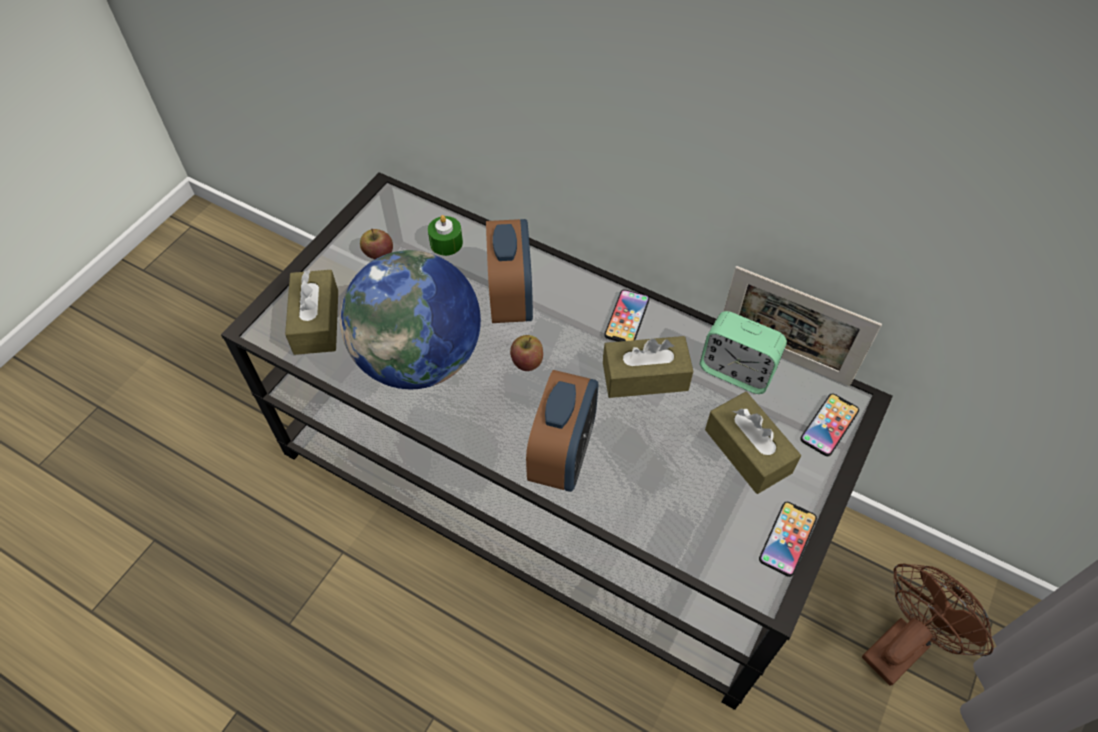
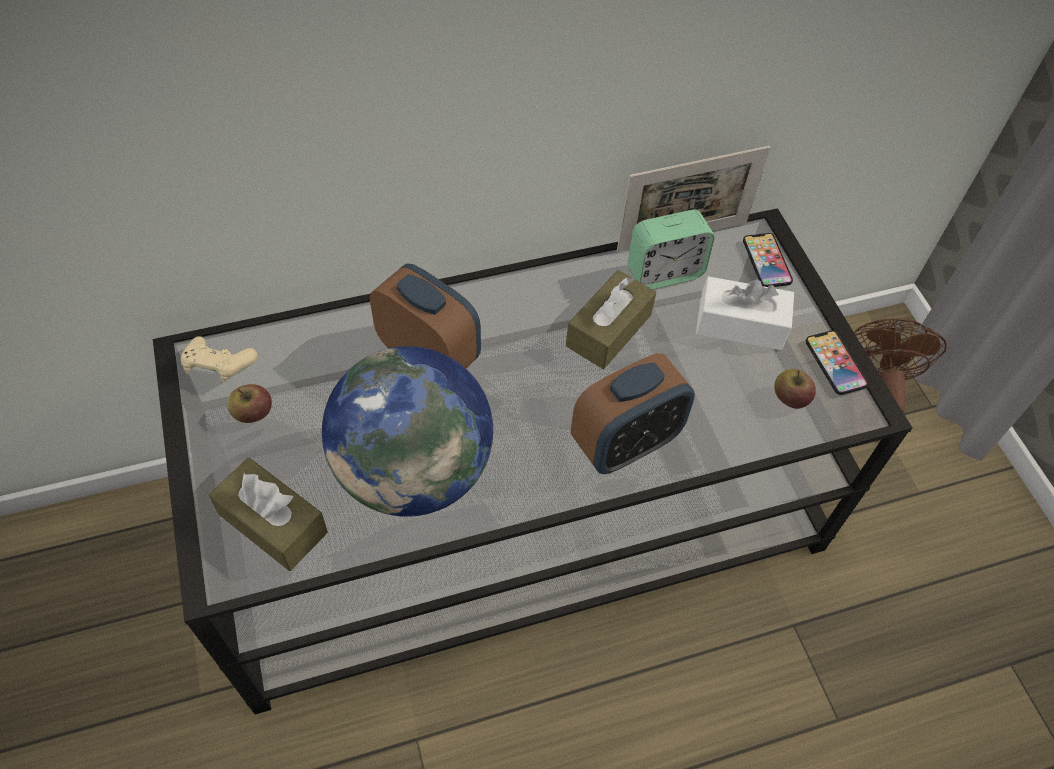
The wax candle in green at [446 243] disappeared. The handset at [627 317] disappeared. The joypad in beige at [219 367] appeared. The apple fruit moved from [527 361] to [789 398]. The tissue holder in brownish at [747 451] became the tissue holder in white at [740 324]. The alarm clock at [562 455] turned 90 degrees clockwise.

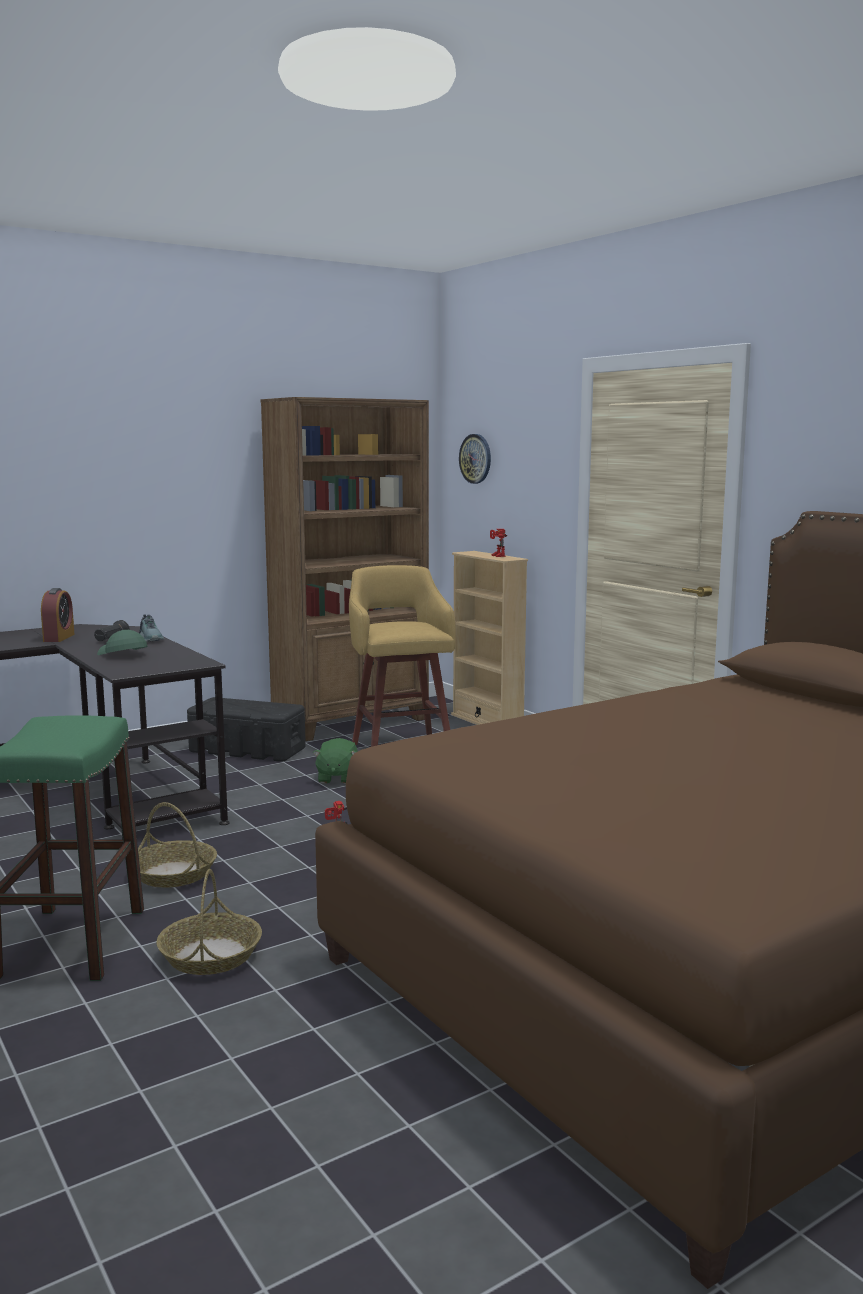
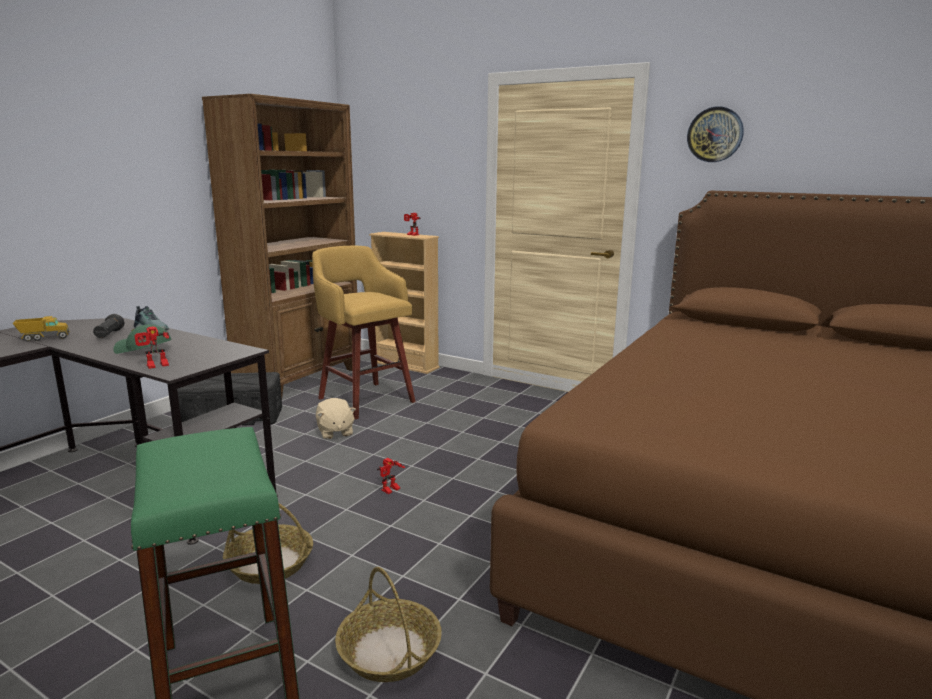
The model robot at [156 366] appeared. The hanging clock moved from [476 458] to [715 134]. The alarm clock at [59 638] was replaced by the model truck at [44 338]. The plush toy in green at [337 778] became the plush toy in beige at [335 432].

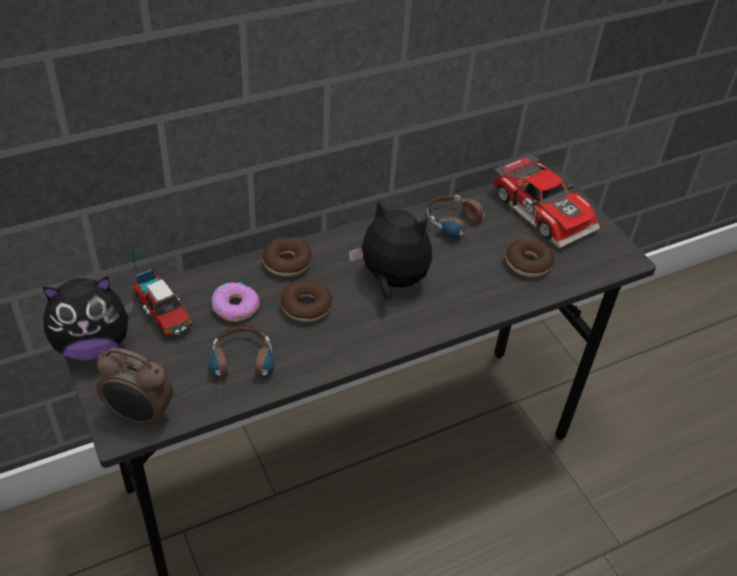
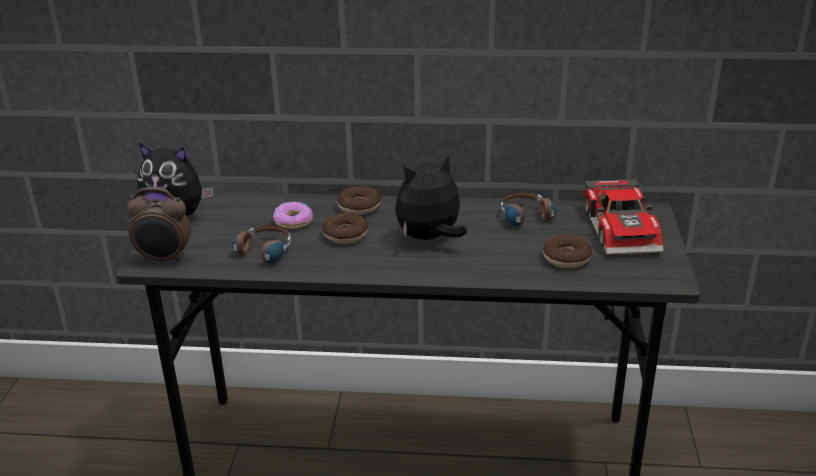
The model truck at [163 312] disappeared. The alarm clock at [139 416] turned 45 degrees counterclockwise. The plush toy at [391 281] turned 90 degrees counterclockwise.

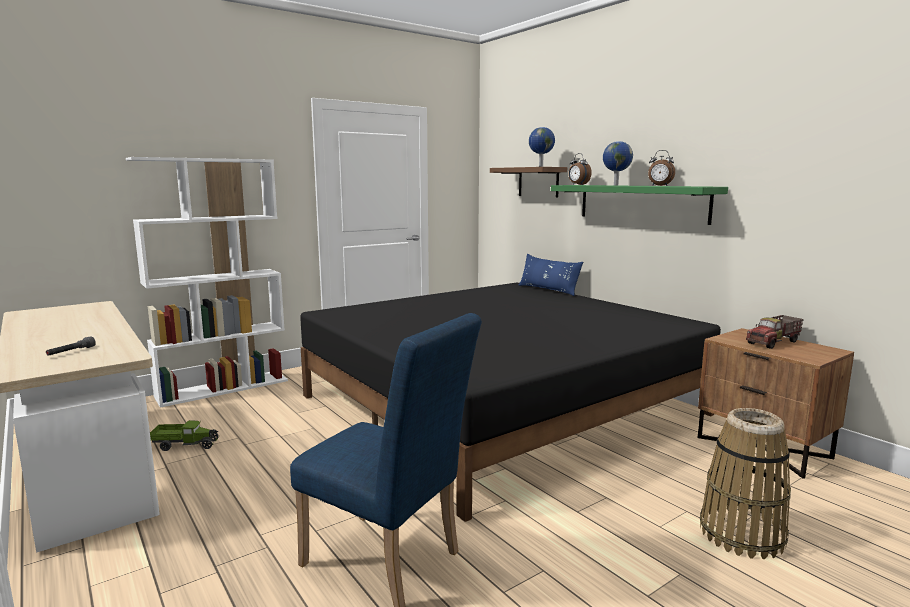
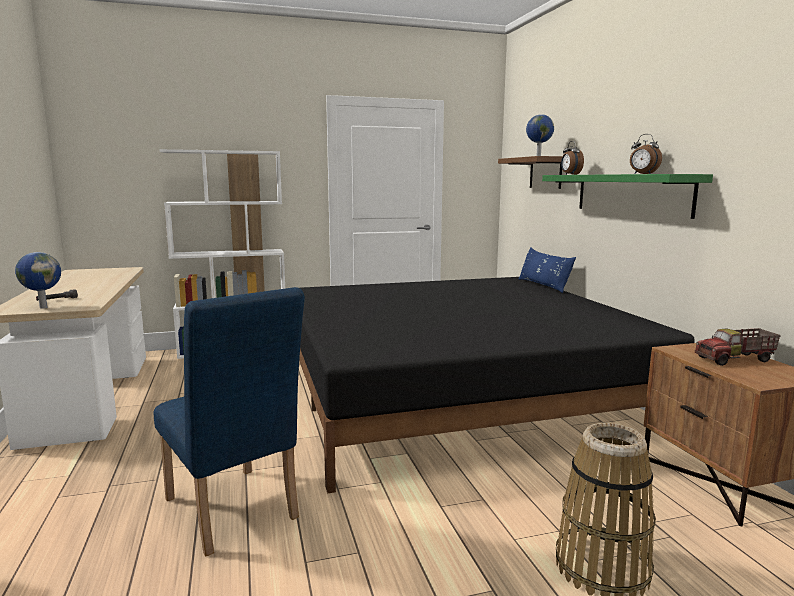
The model truck at [185 445] disappeared. The world globe moved from [615 185] to [43 307].

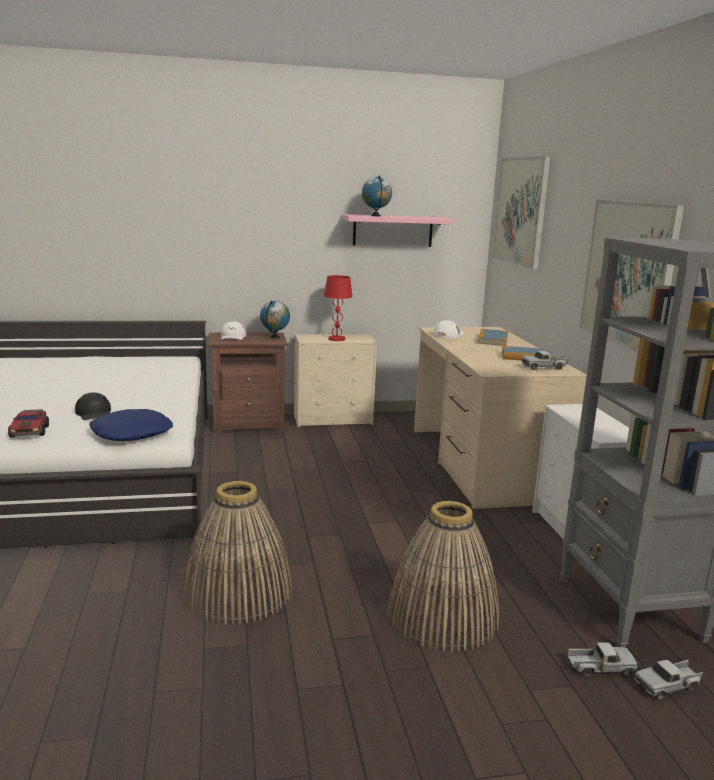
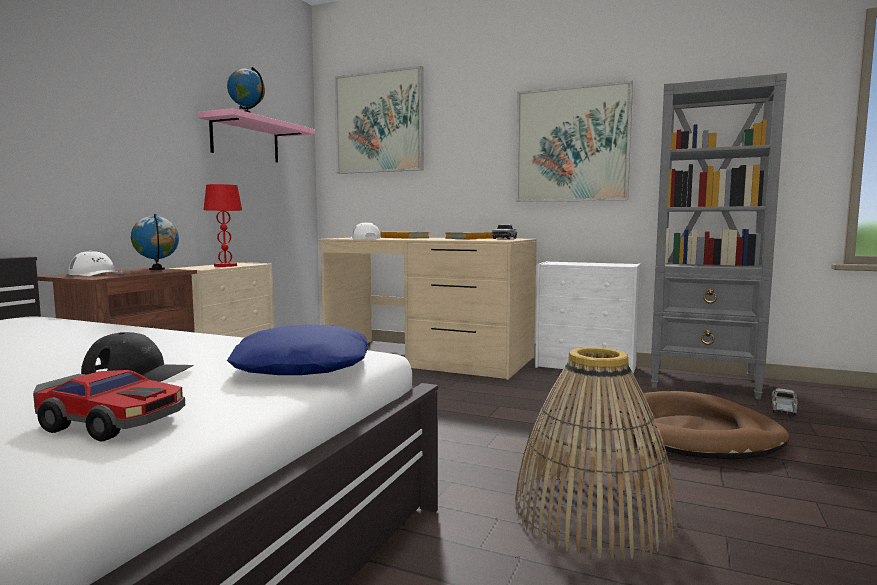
The model truck at [667 685] disappeared. The household basket at [442 616] was replaced by the pet bed in brownish at [693 433].

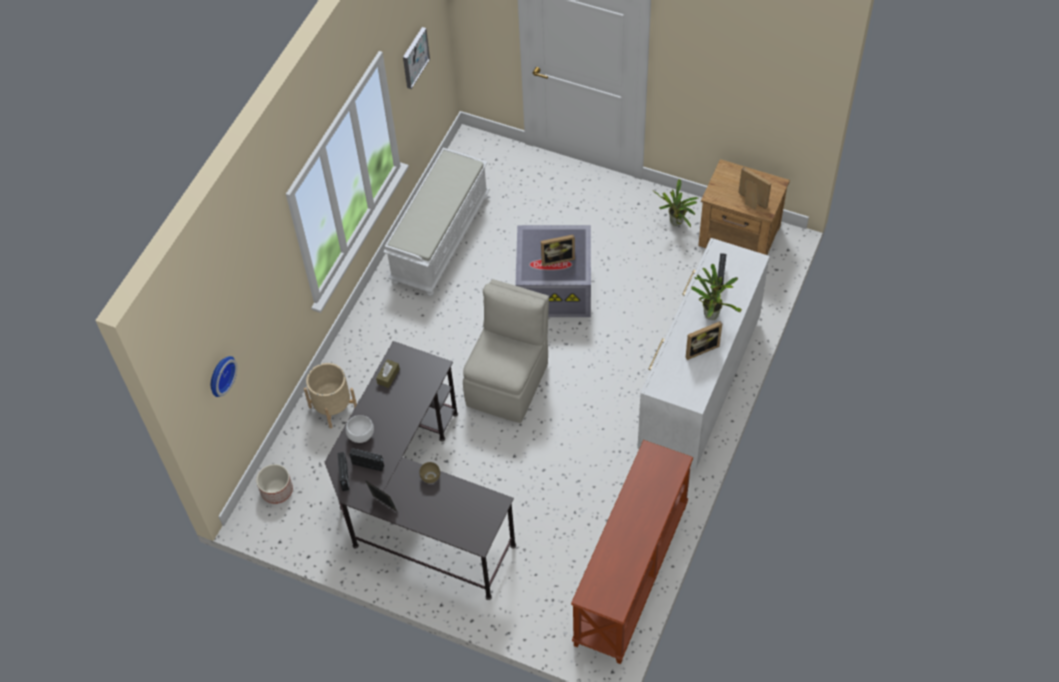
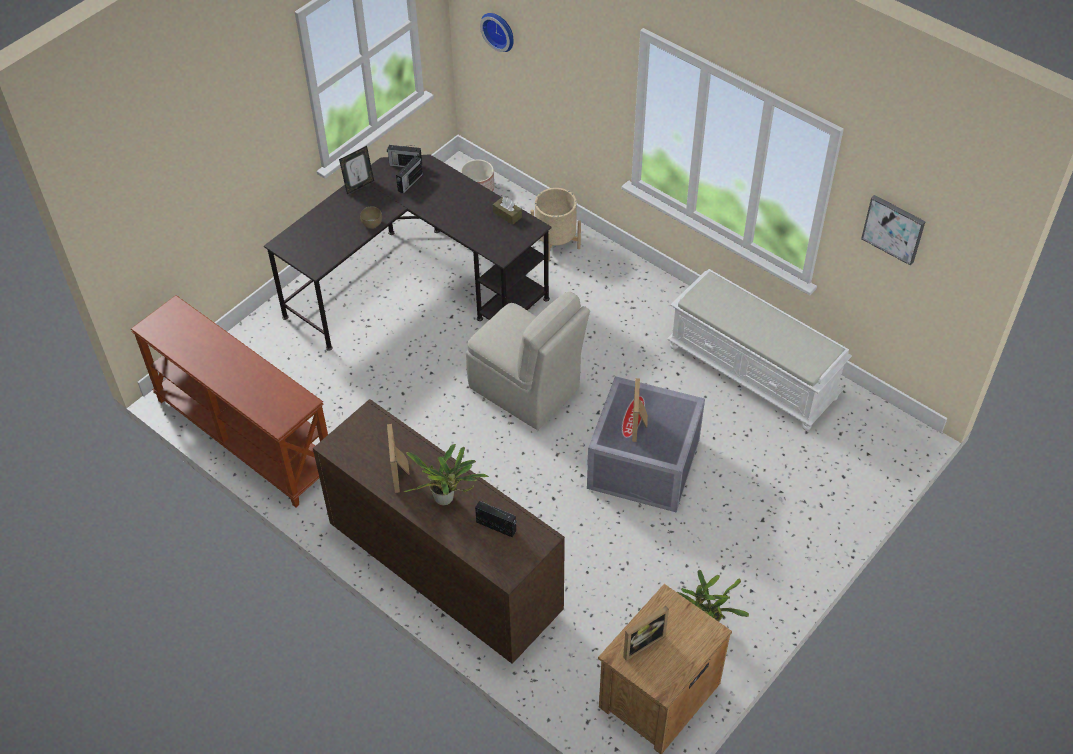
The serving bowl in white at [361 434] disappeared. The drawer chest in white at [698 386] became the drawer chest in brownish at [444 569].

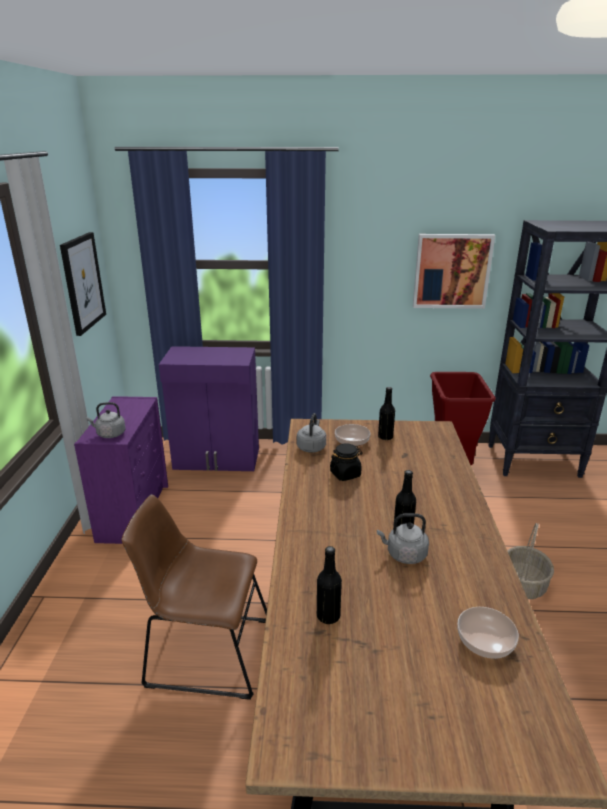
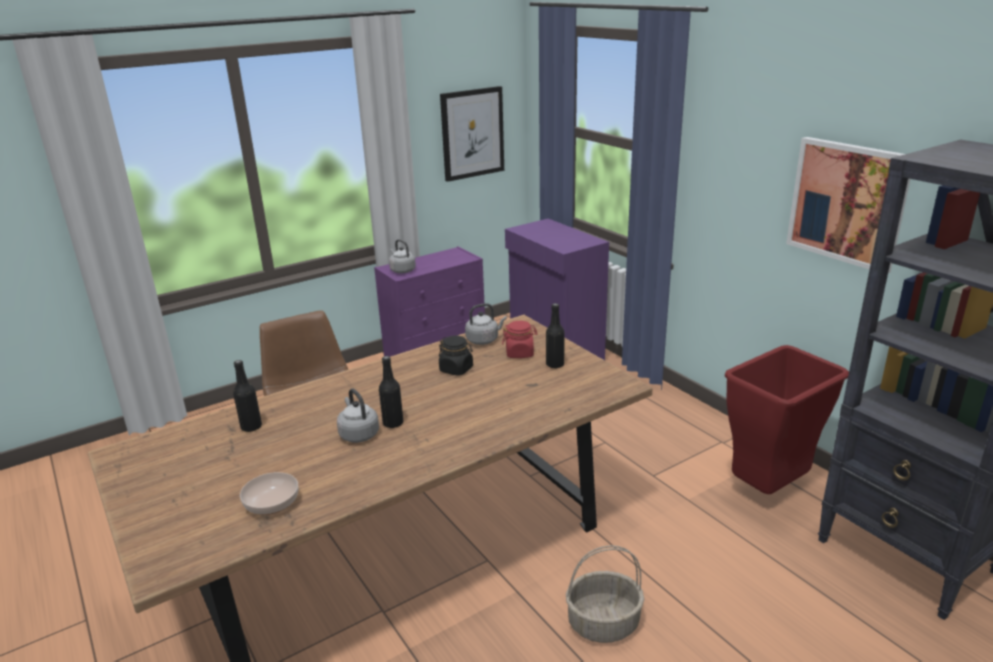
The serving bowl at [352 442] was replaced by the storage jar in red at [520 353].

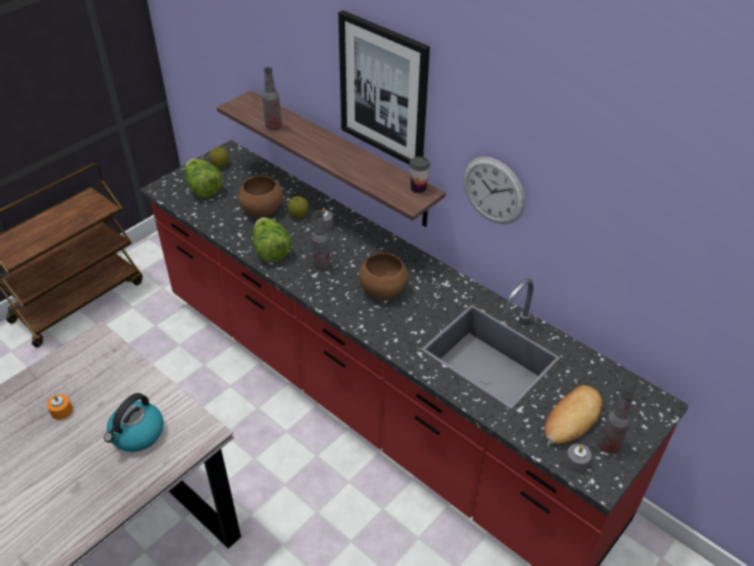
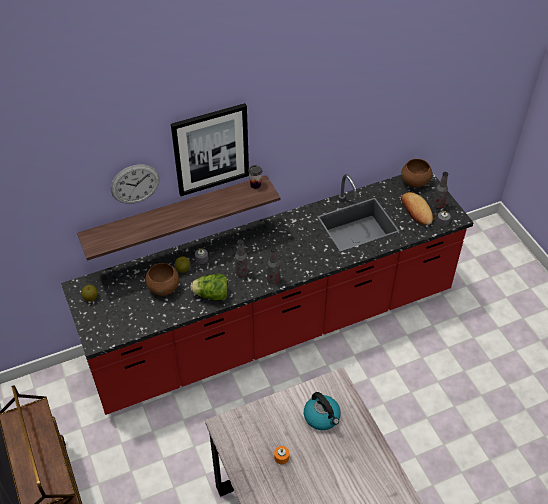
The lettuce at [203 189] disappeared. The drink bottle moved from [273 126] to [273 280]. The serving bowl in brownish moved from [382 290] to [415 182]. The hanging clock moved from [493 190] to [135 184].

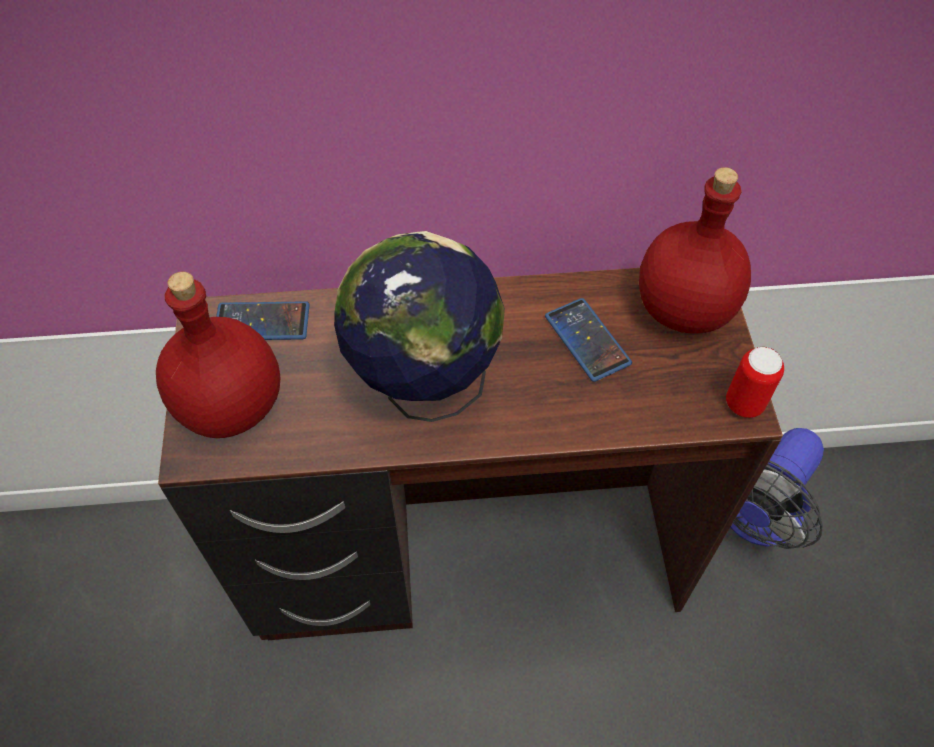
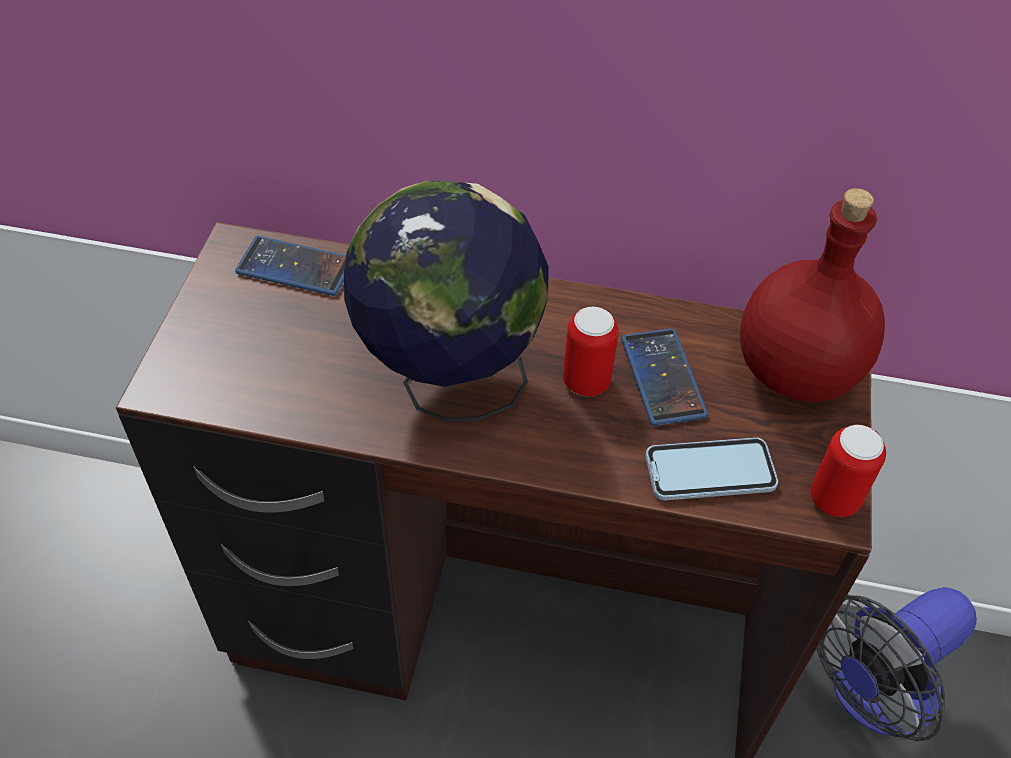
The drink bottle in red at [233 405] disappeared. The can at [586 382] appeared. The handset at [710 471] appeared.

